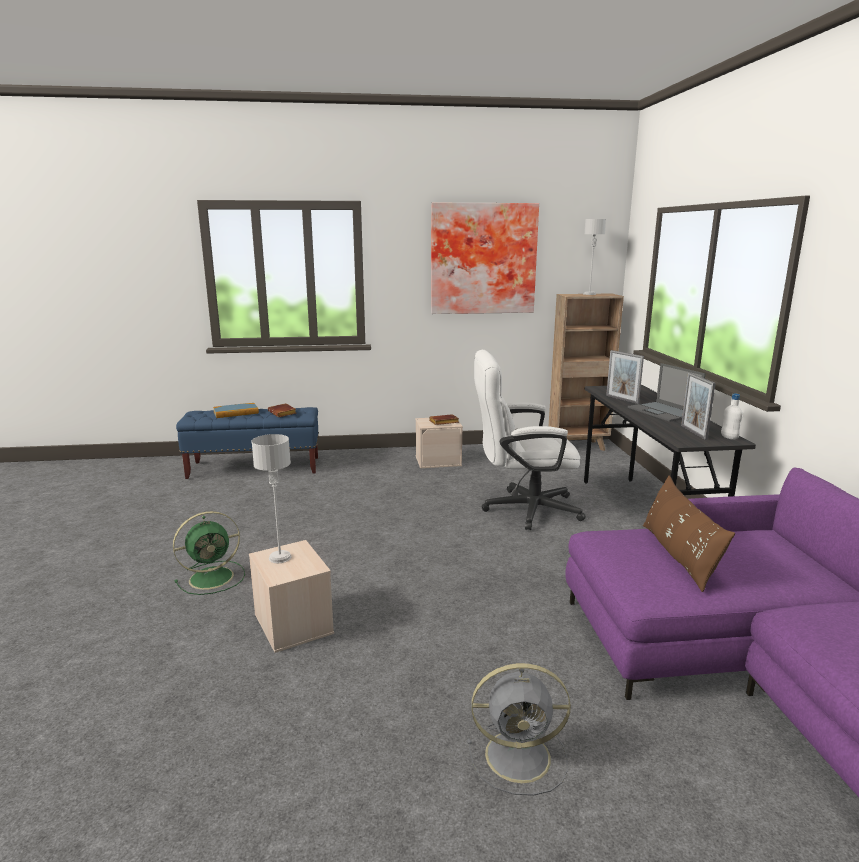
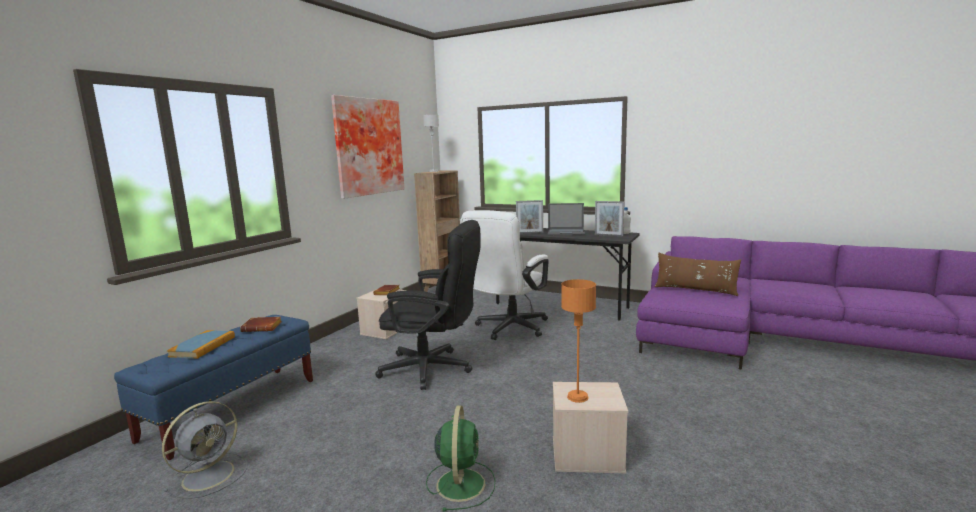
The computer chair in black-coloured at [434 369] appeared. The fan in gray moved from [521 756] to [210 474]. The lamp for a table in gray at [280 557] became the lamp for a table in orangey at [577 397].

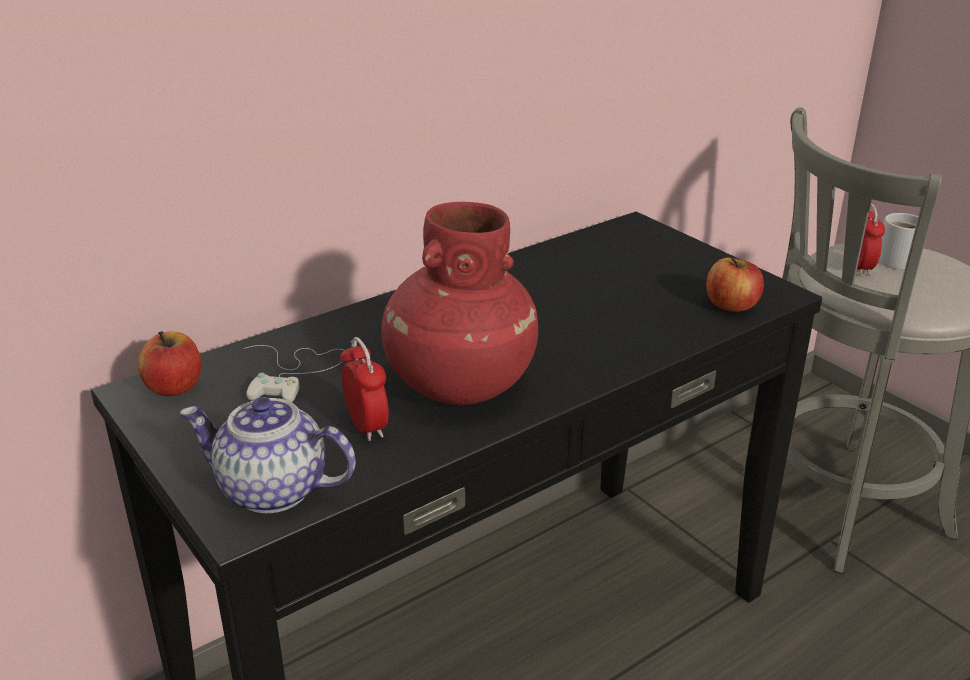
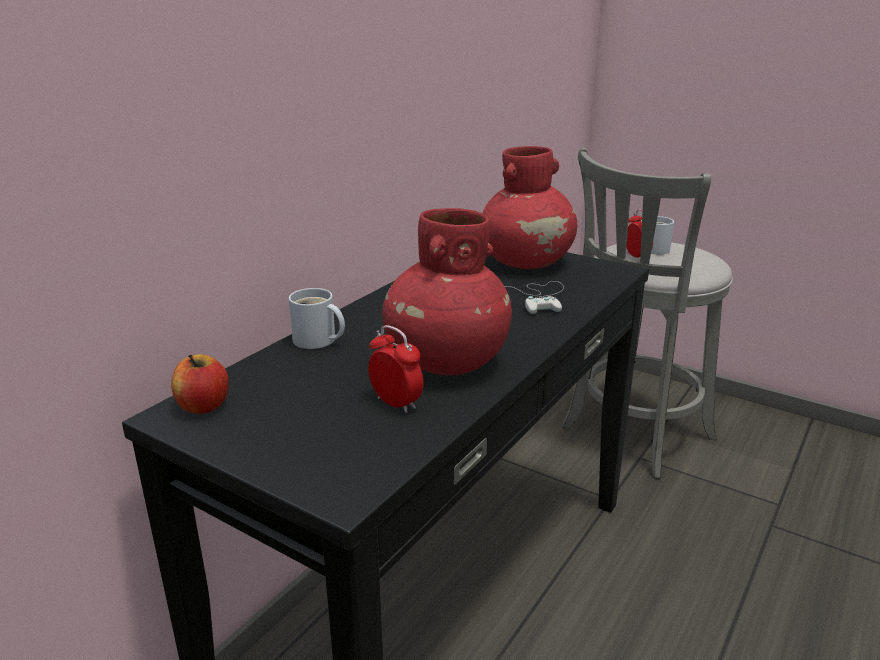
The tea pot at [271 490] disappeared. The apple fruit at [731 305] disappeared. The mug in white at [317 341] appeared. The vase in red at [527 262] appeared. The joypad in white moved from [295 373] to [538 298].

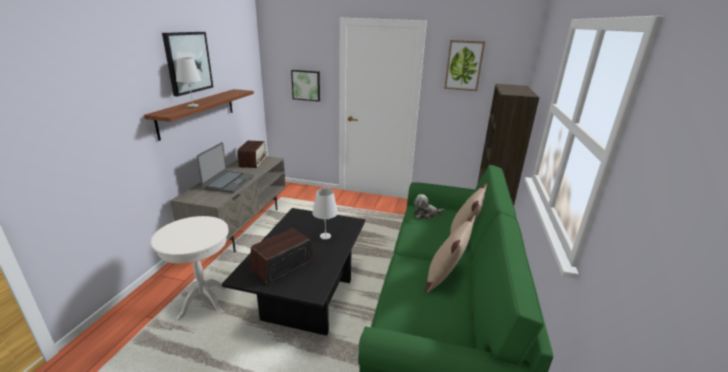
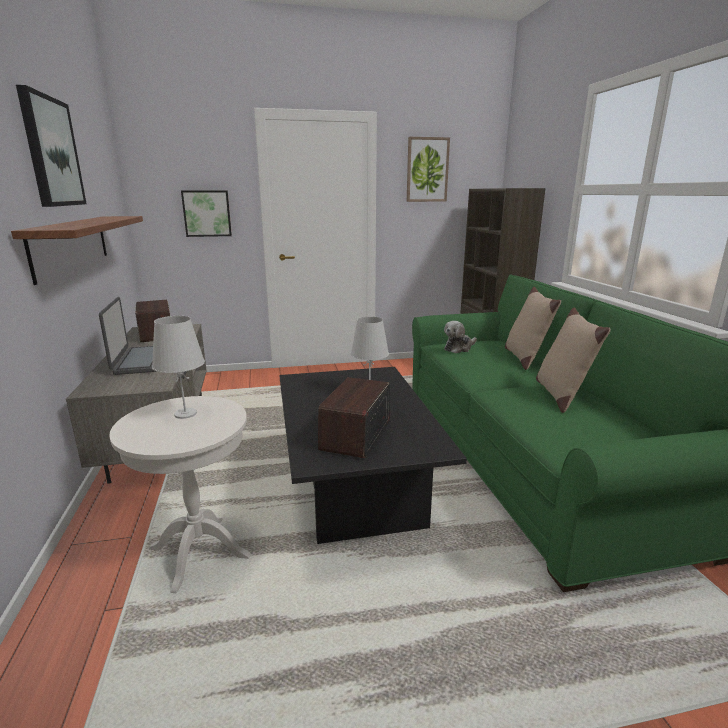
The lamp for a table in white moved from [192 105] to [185 414].

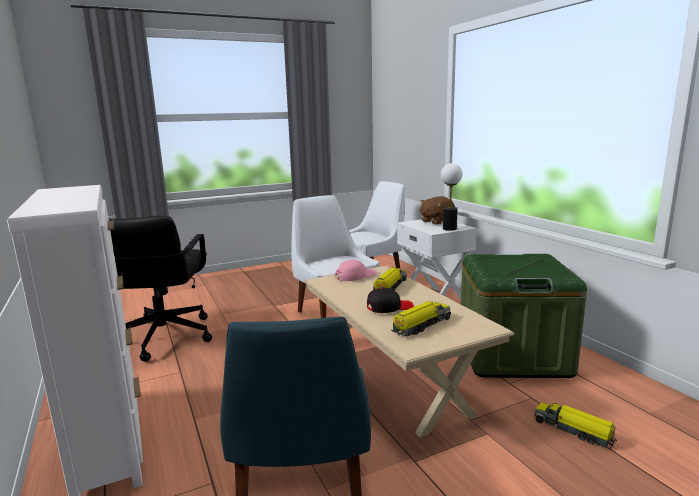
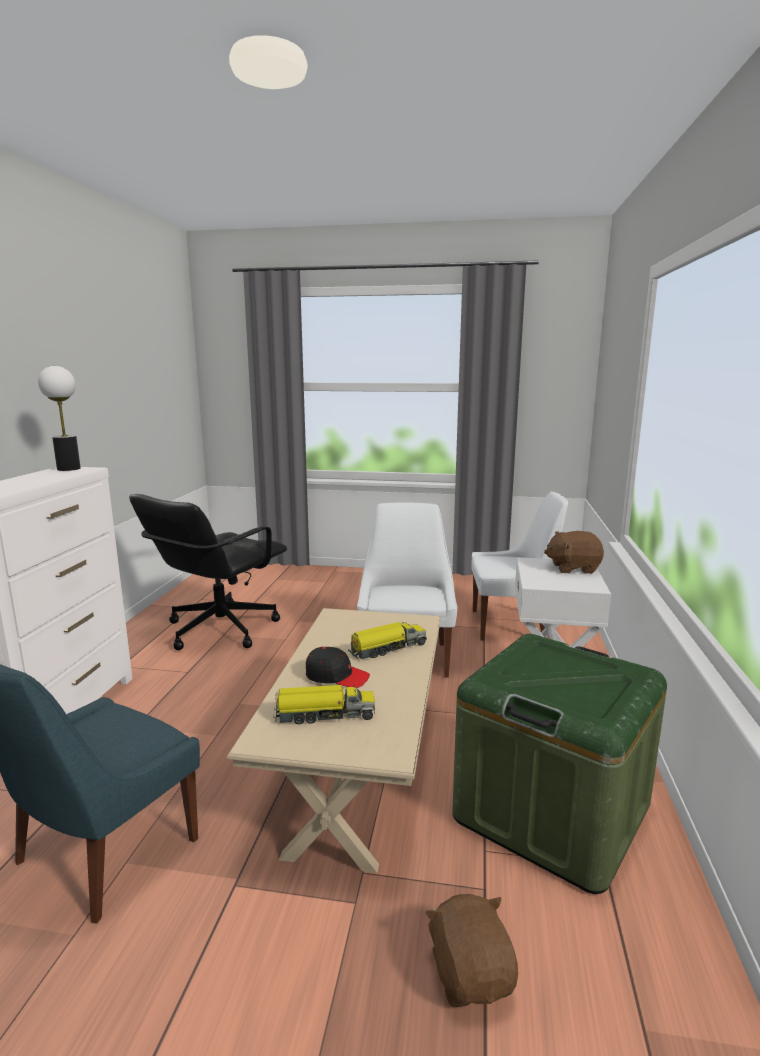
The baseball cap in pinkish at [355 276] disappeared. The lamp for a table moved from [449 229] to [68 469]. The model truck at [573 431] was replaced by the plush toy in brownish at [471 974].

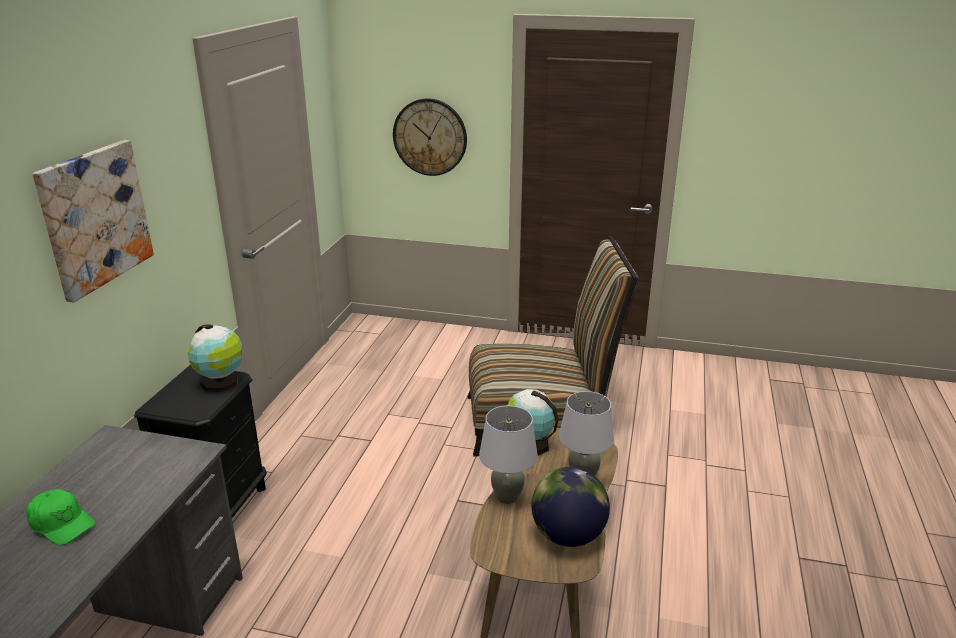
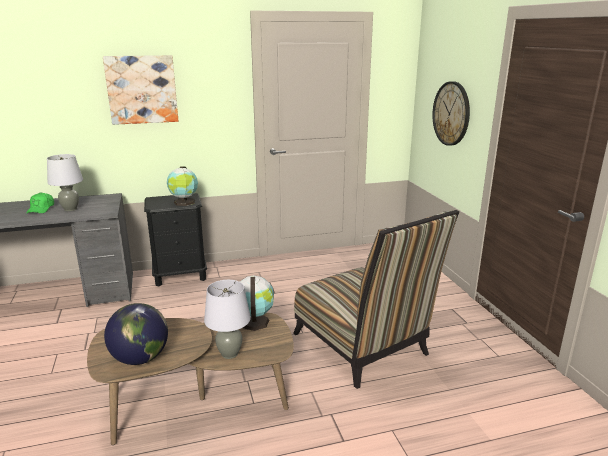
The lamp for a table in gray moved from [507 497] to [70 209].

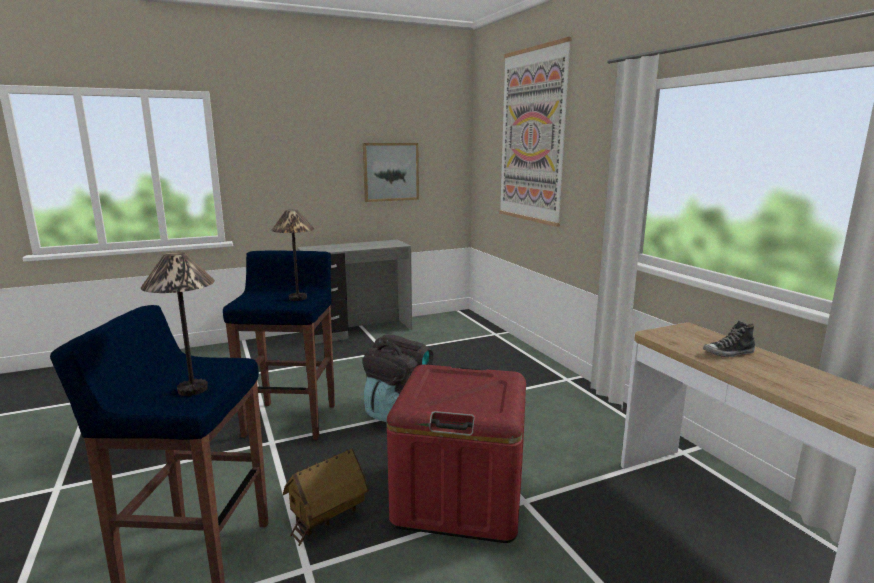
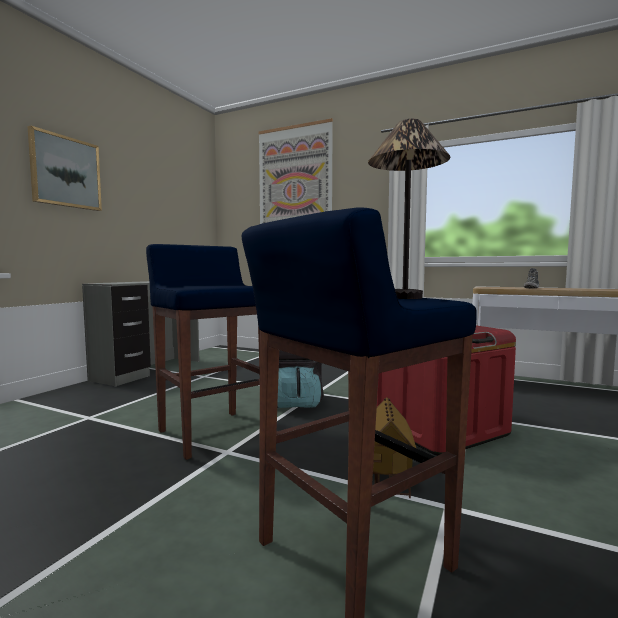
The lamp for a table at [297 298] disappeared. The picture moved from [390 172] to [65 172].

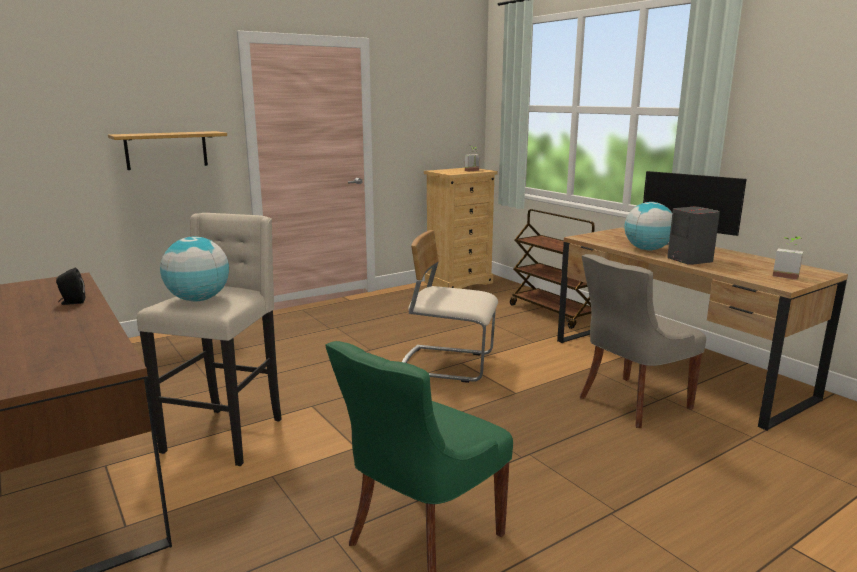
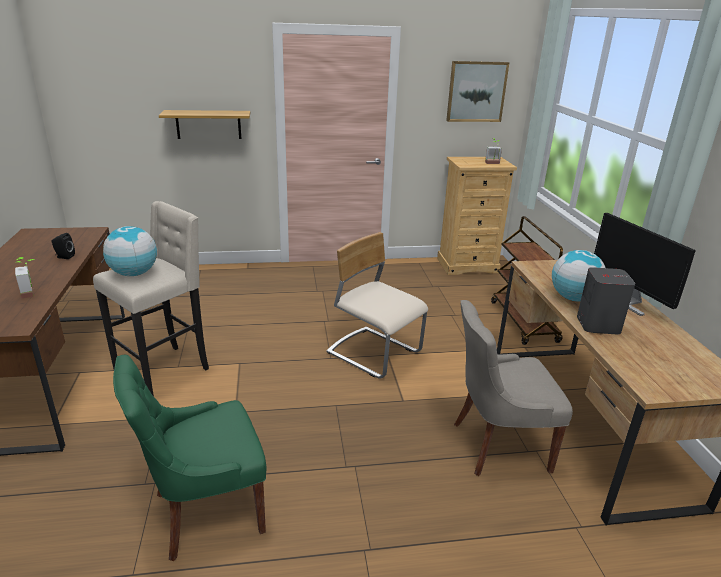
The picture at [476 91] appeared. The plant in a pot moved from [786 275] to [32 292].

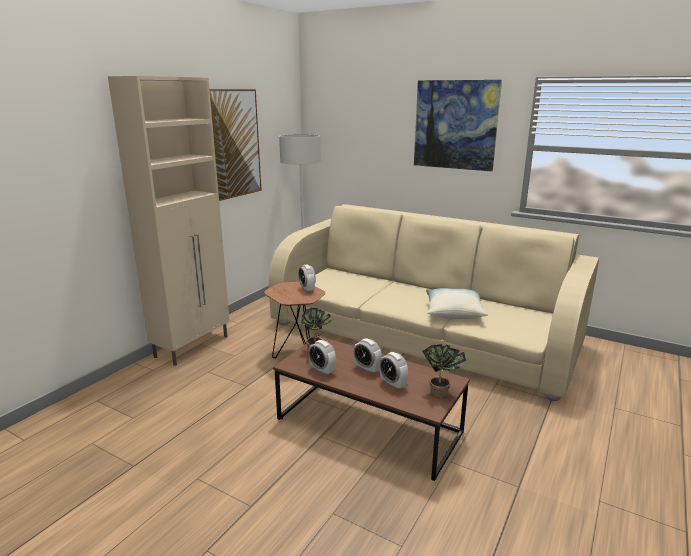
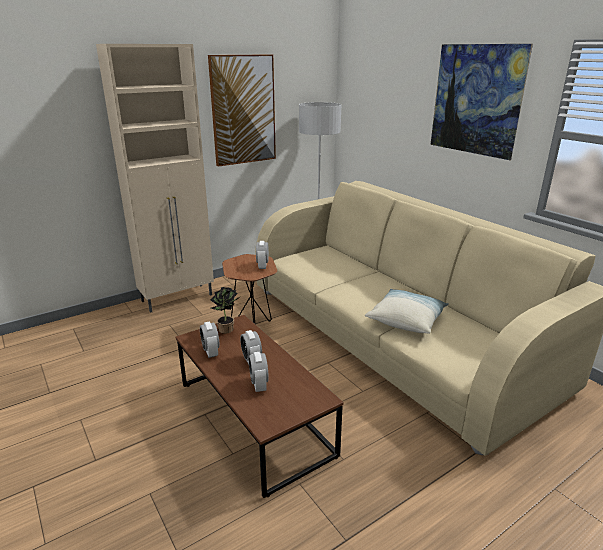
The plant in a pot at [441 392] disappeared.

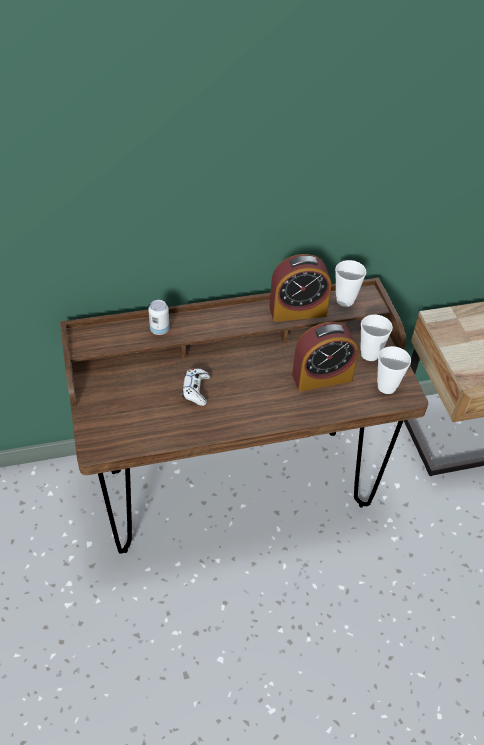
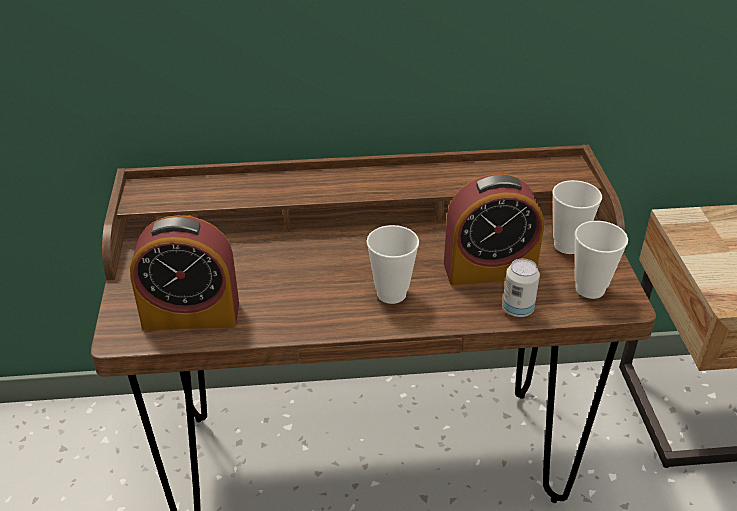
The joypad in white at [196 390] disappeared. The can moved from [159 329] to [517 309]. The alarm clock moved from [297 311] to [191 314]. The drinking cup moved from [345 300] to [391 294].

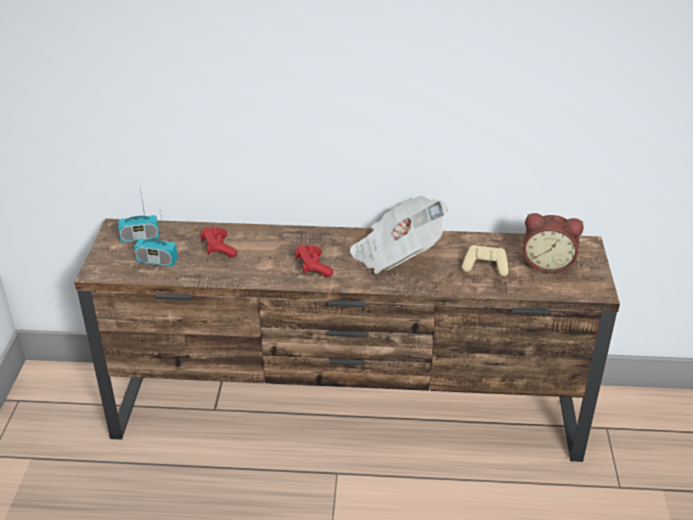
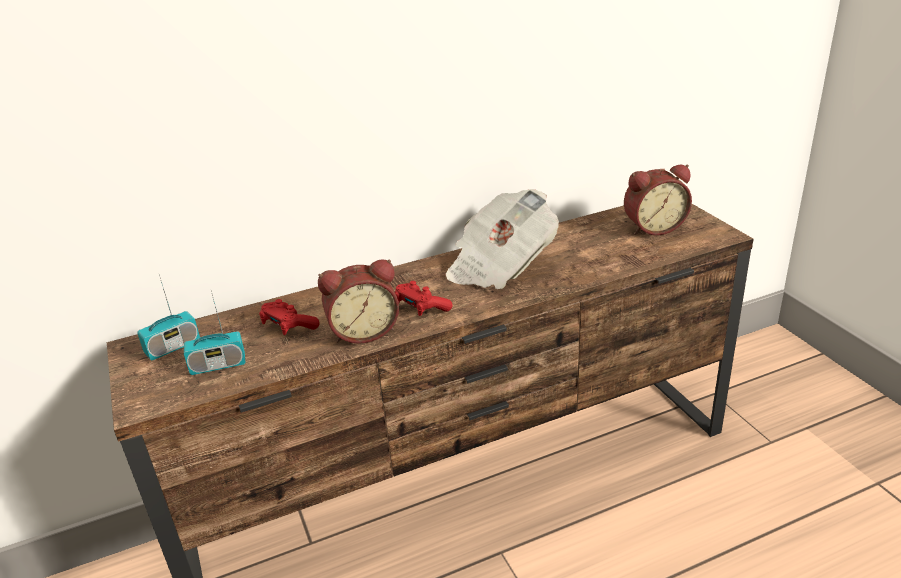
The joypad in beige at [485 267] disappeared. The alarm clock at [363 331] appeared.

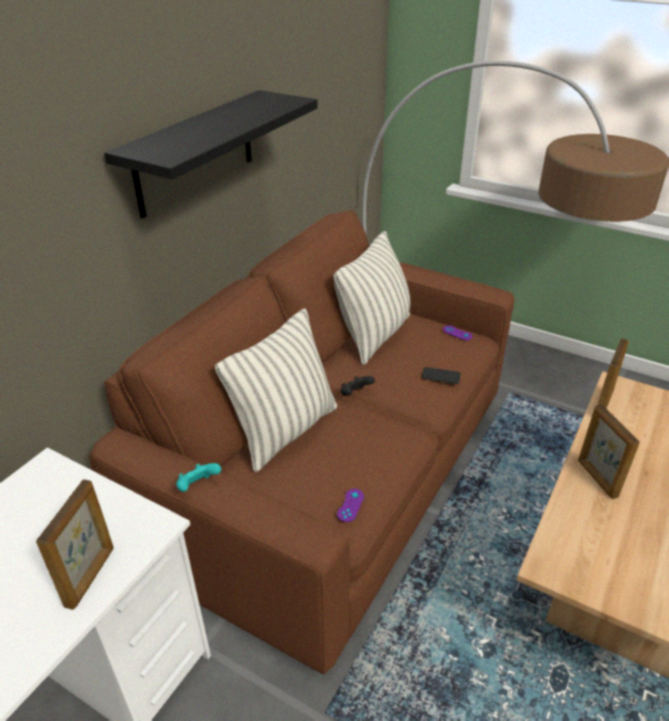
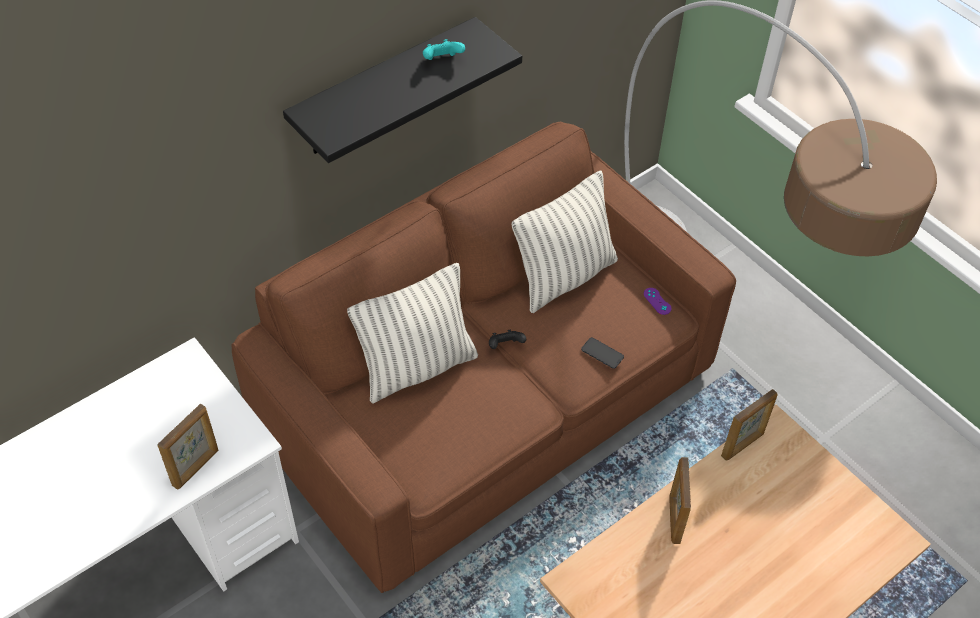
The joypad in purple-coloured at [350 505] disappeared. The joypad in blue-green moved from [198 486] to [442 61].

